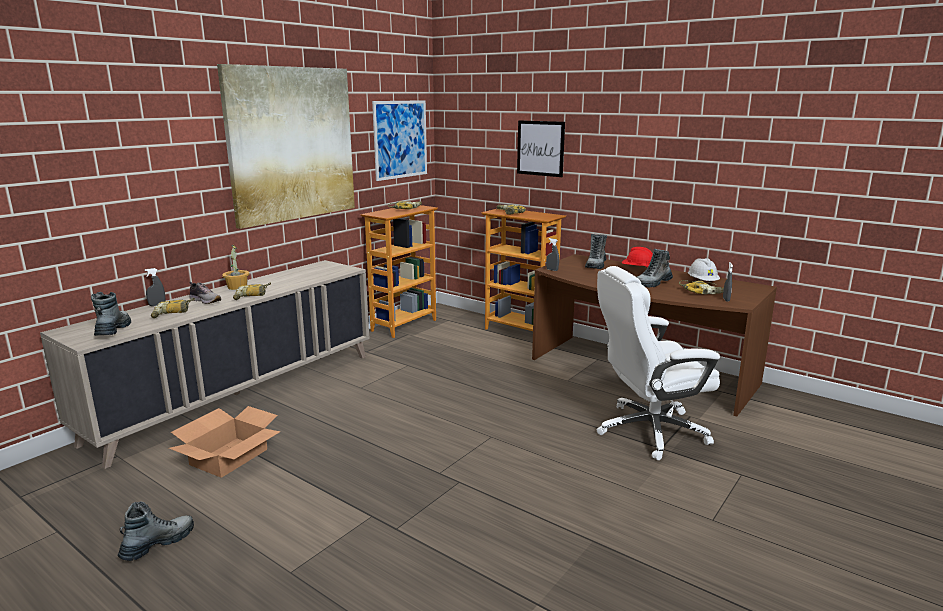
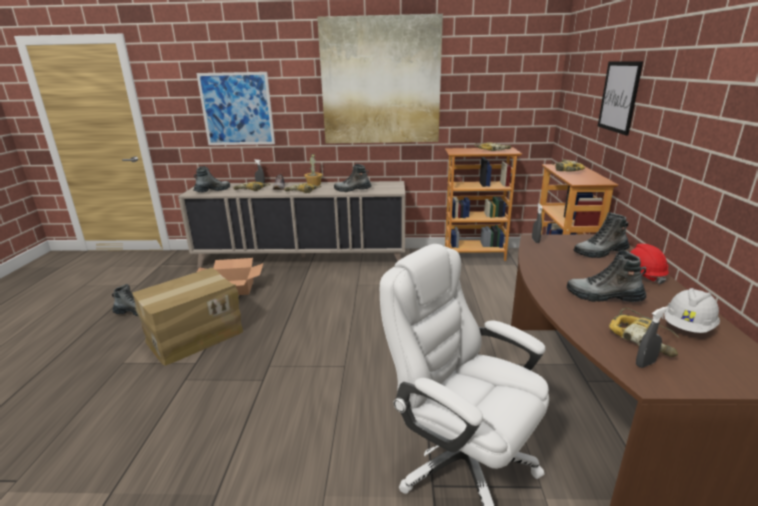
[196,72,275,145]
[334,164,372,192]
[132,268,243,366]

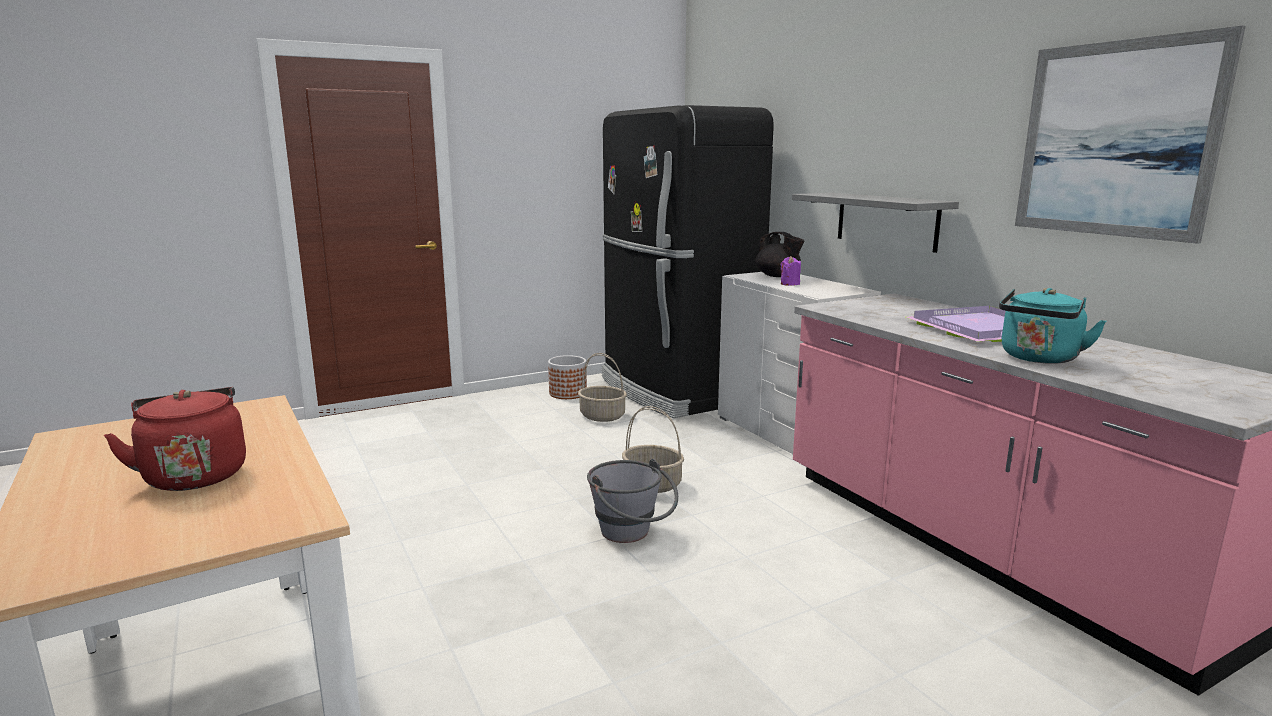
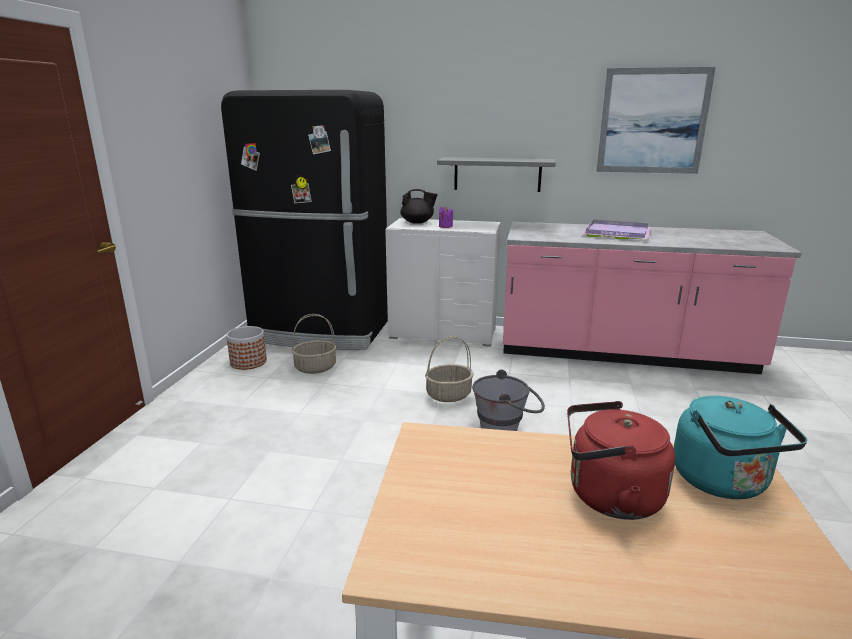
[674,396,807,499]

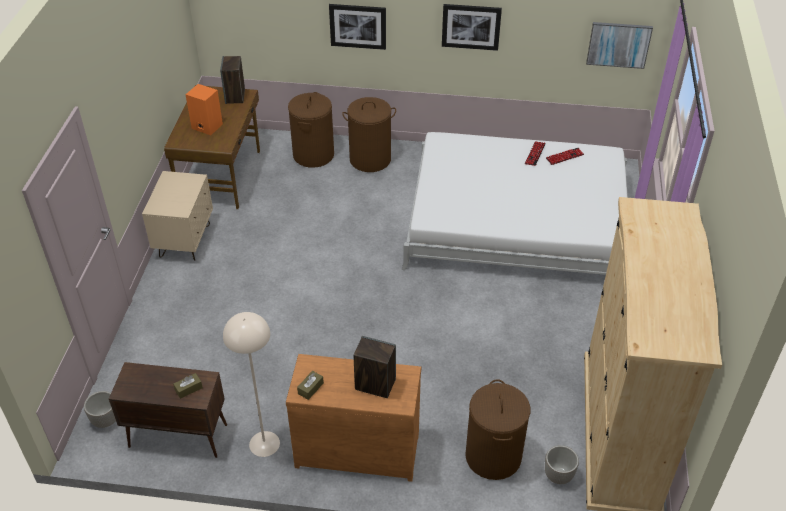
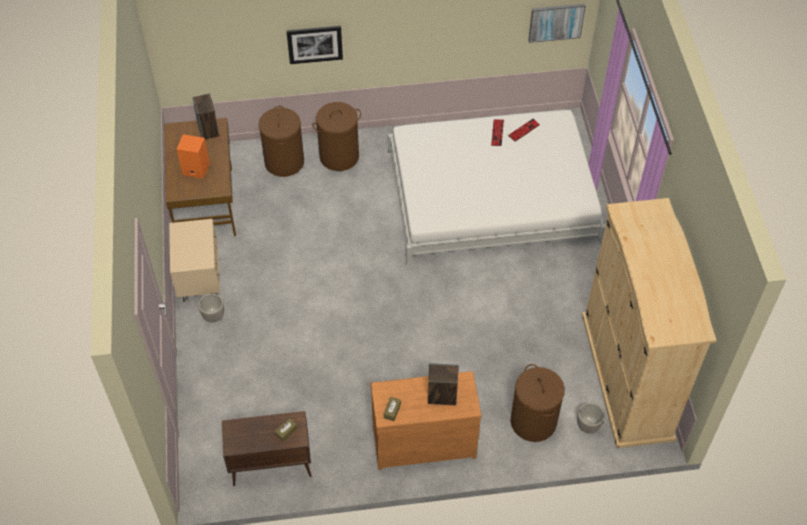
[442,4,502,51] (first image)
[223,312,280,457] (first image)
[198,294,224,323]

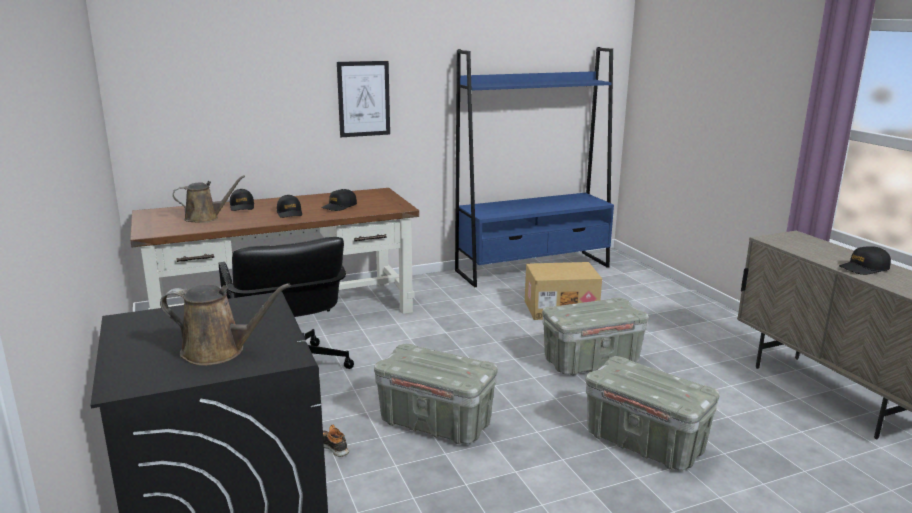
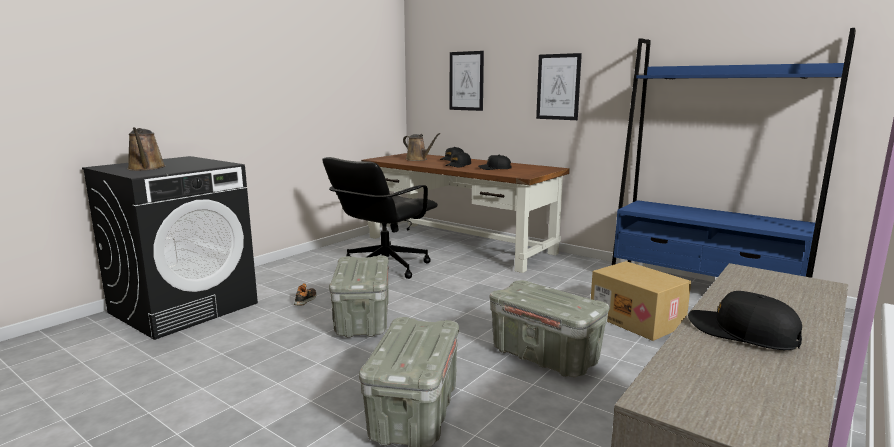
[450,51,484,111]

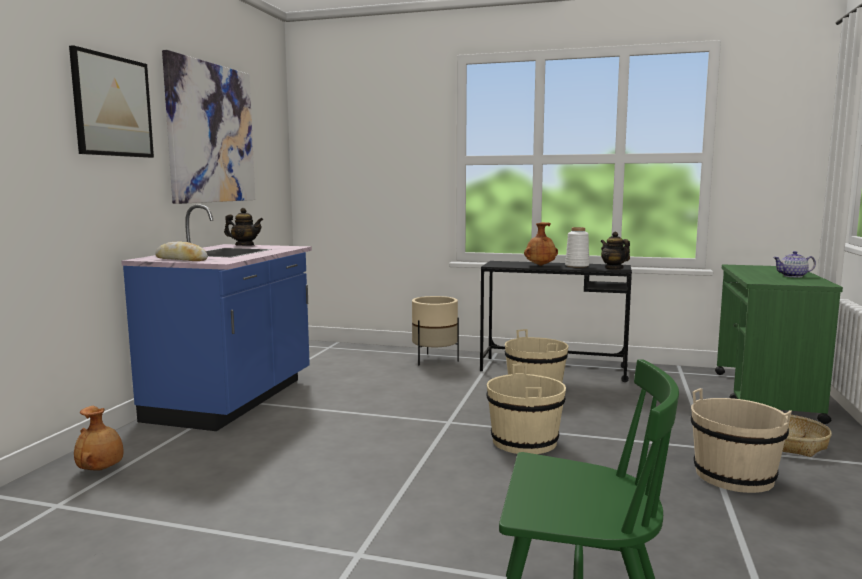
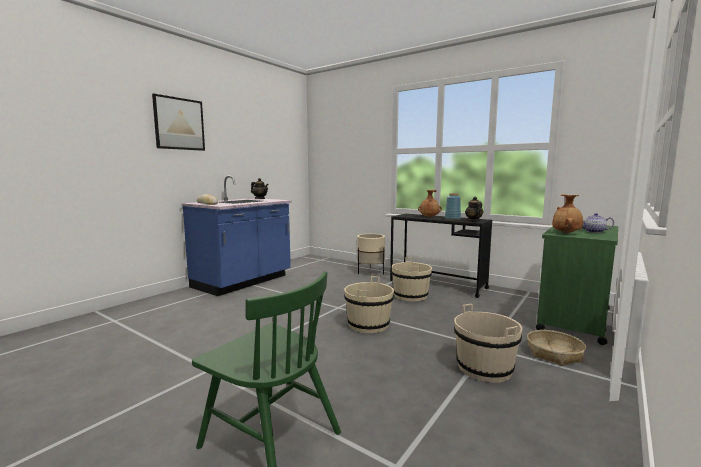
[162,50,255,204] (first image)
[445,193,461,220]
[552,194,583,234]

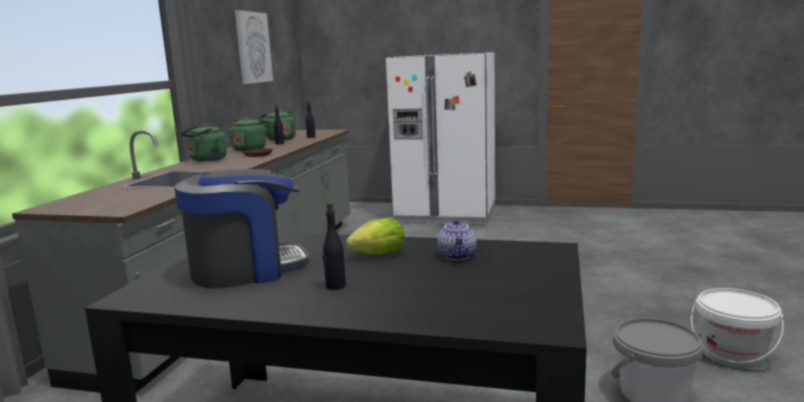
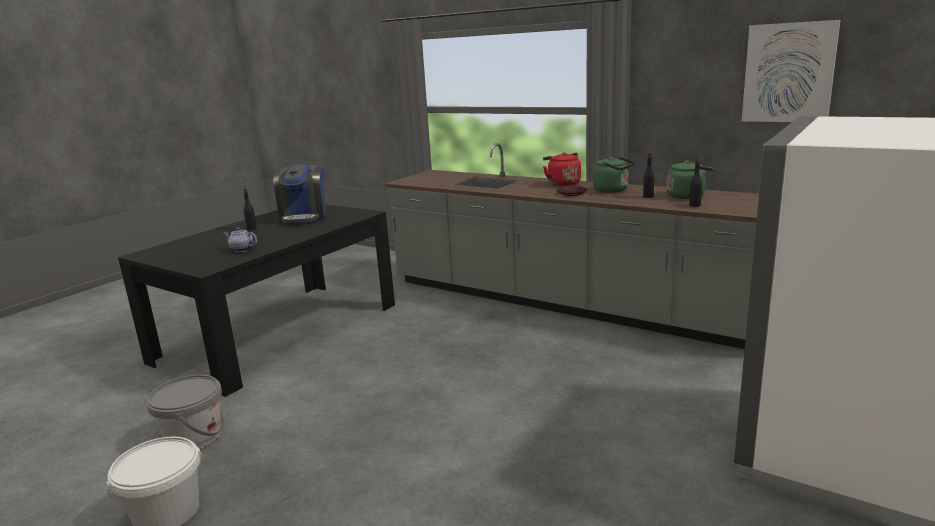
[543,152,581,186]
[346,217,404,254] (first image)

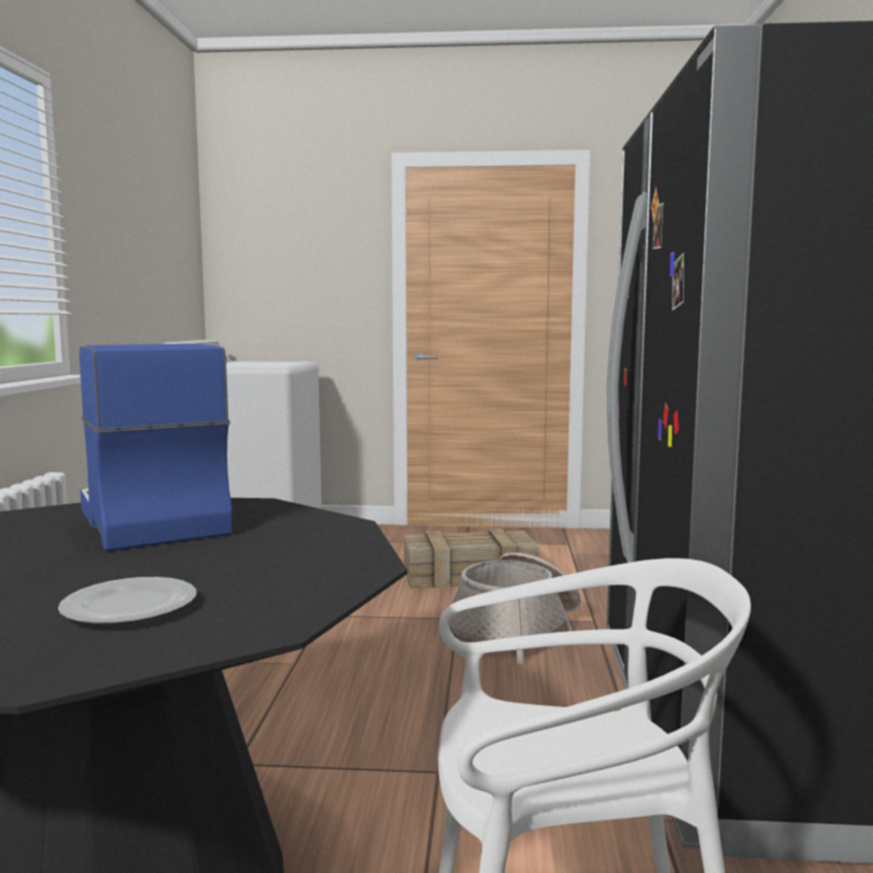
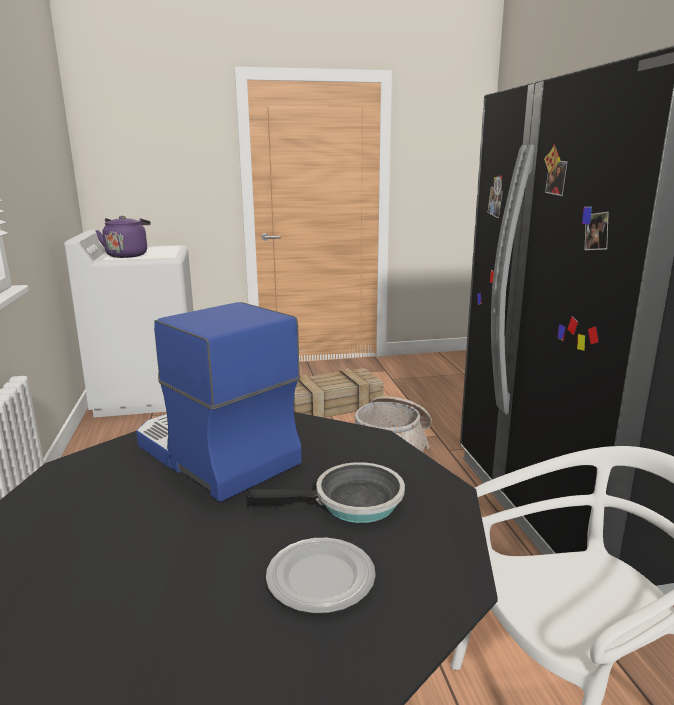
[95,216,151,258]
[247,462,405,523]

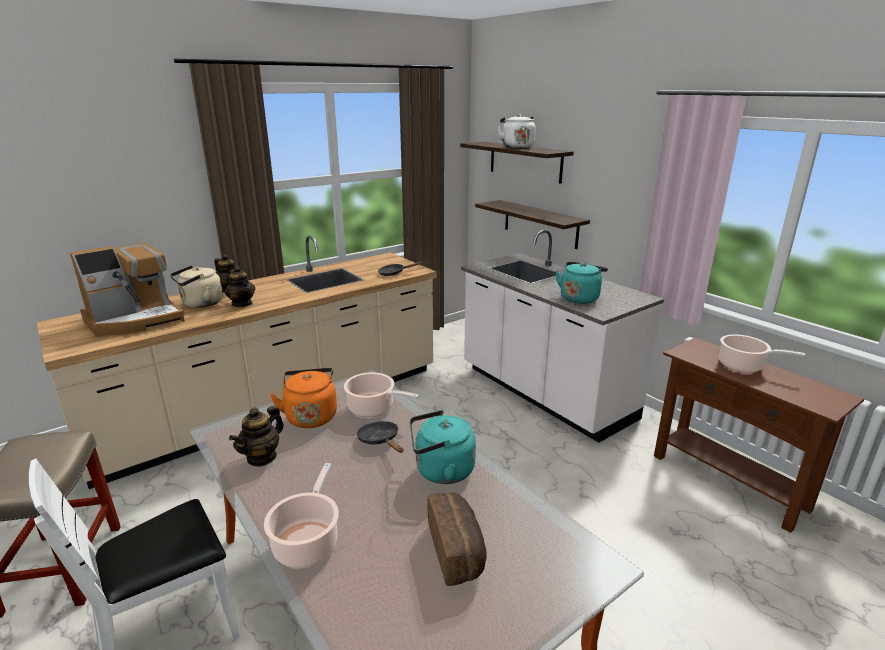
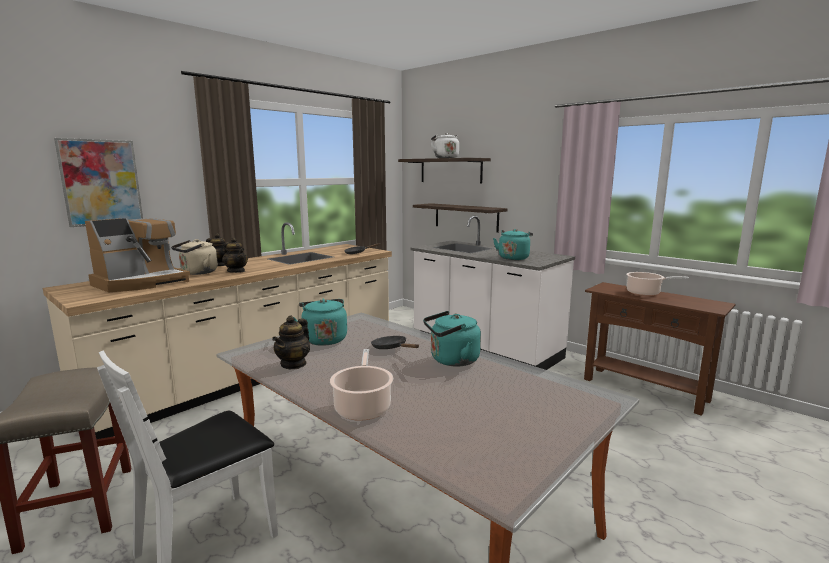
[293,299,347,346]
[344,372,419,417] (first image)
[428,493,487,586] (first image)
[54,138,143,227]

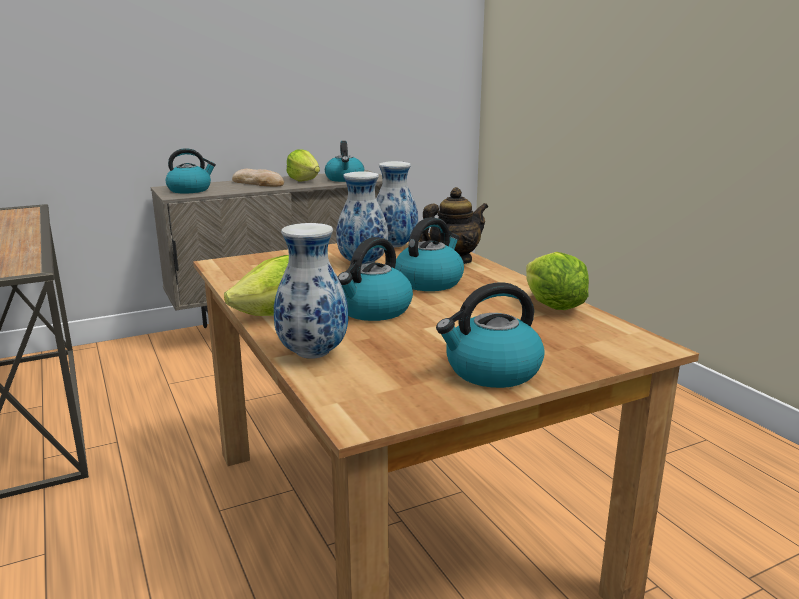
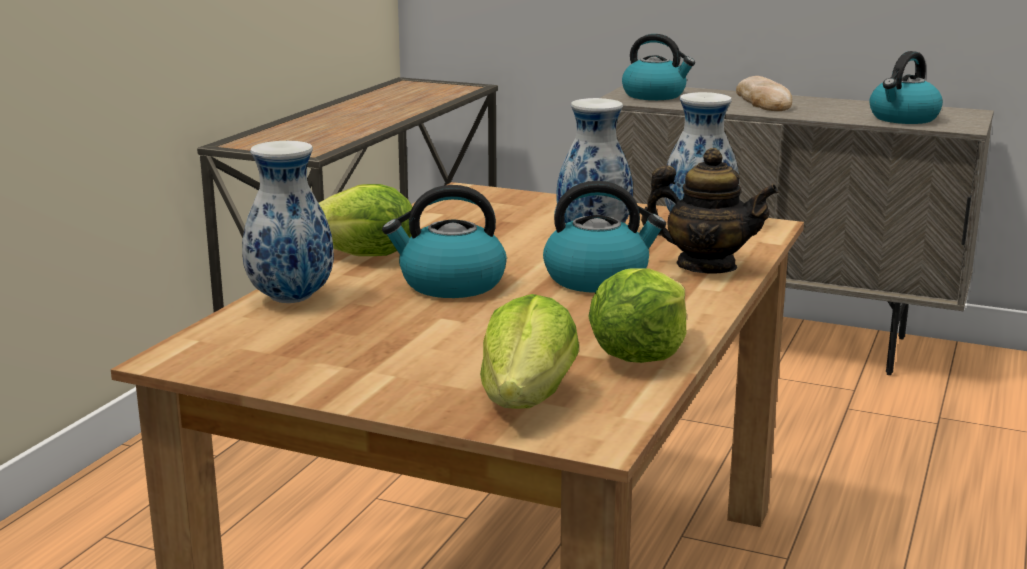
[480,294,579,409]
[436,282,545,388] (first image)

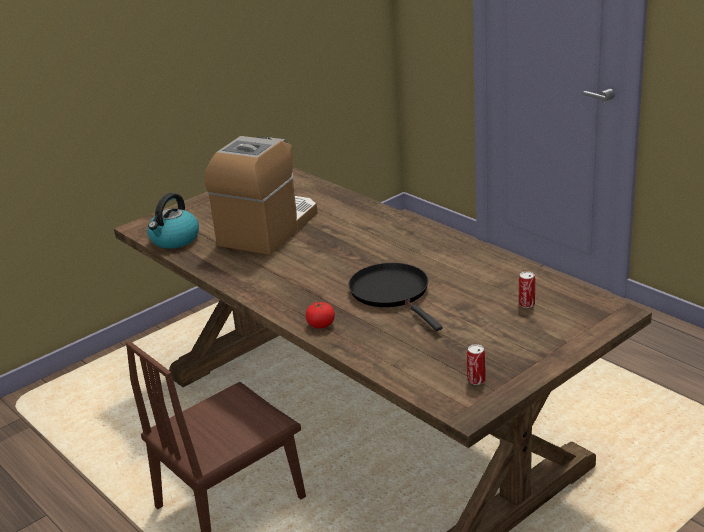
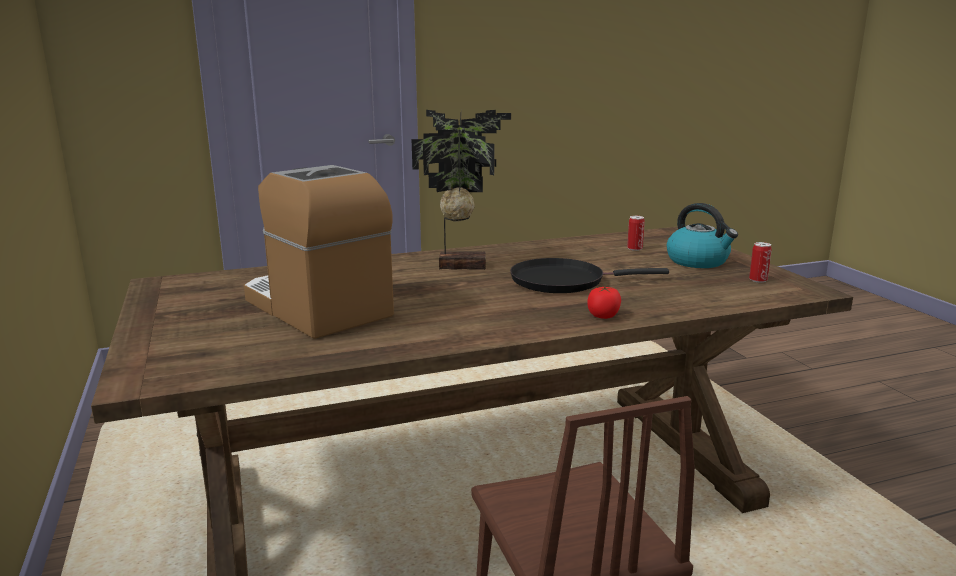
[667,203,738,268]
[412,110,511,270]

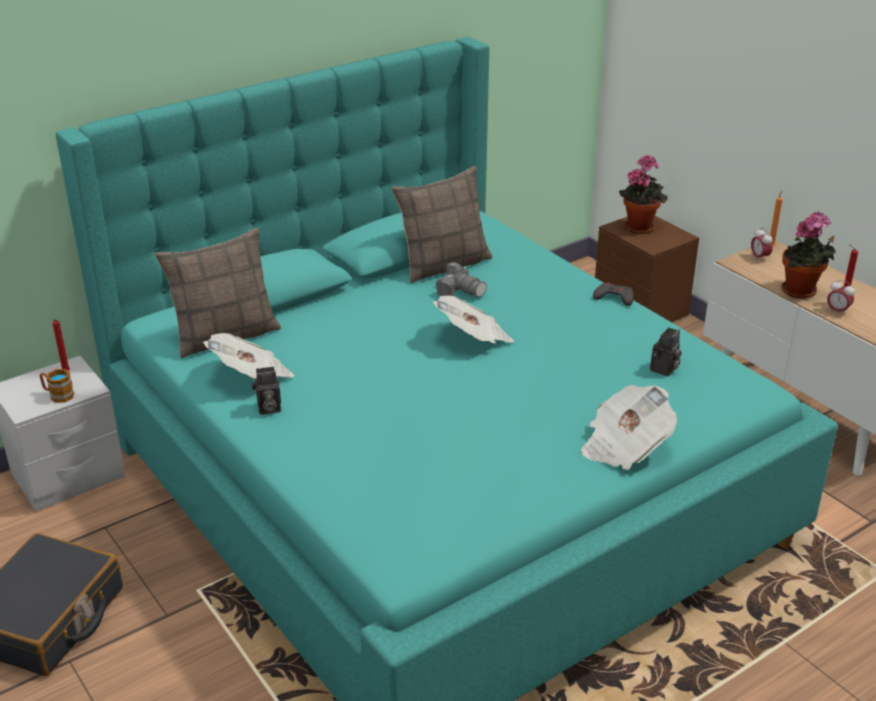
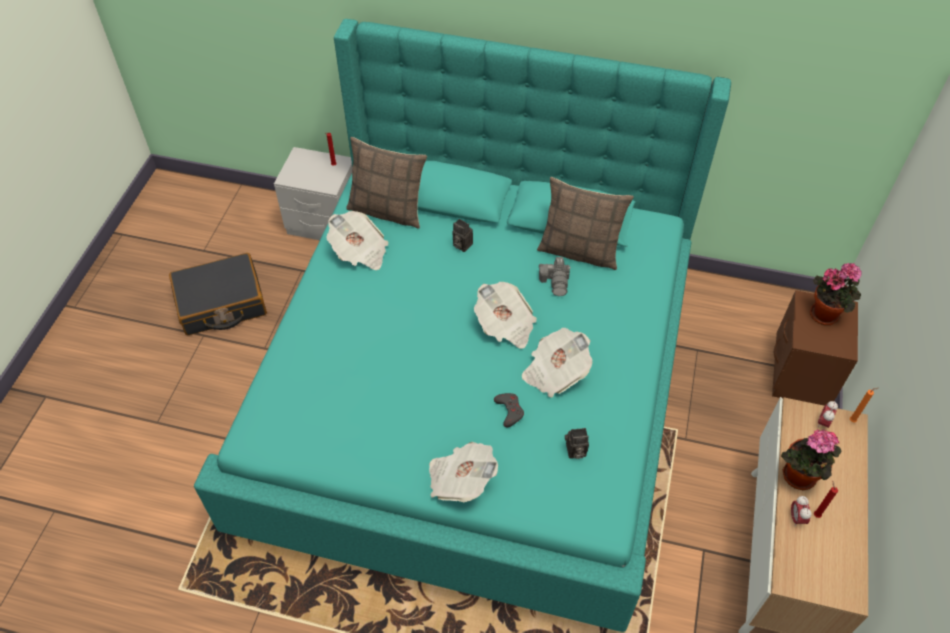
[494,393,524,427]
[452,219,473,252]
[40,369,74,403] (first image)
[522,328,593,398]

